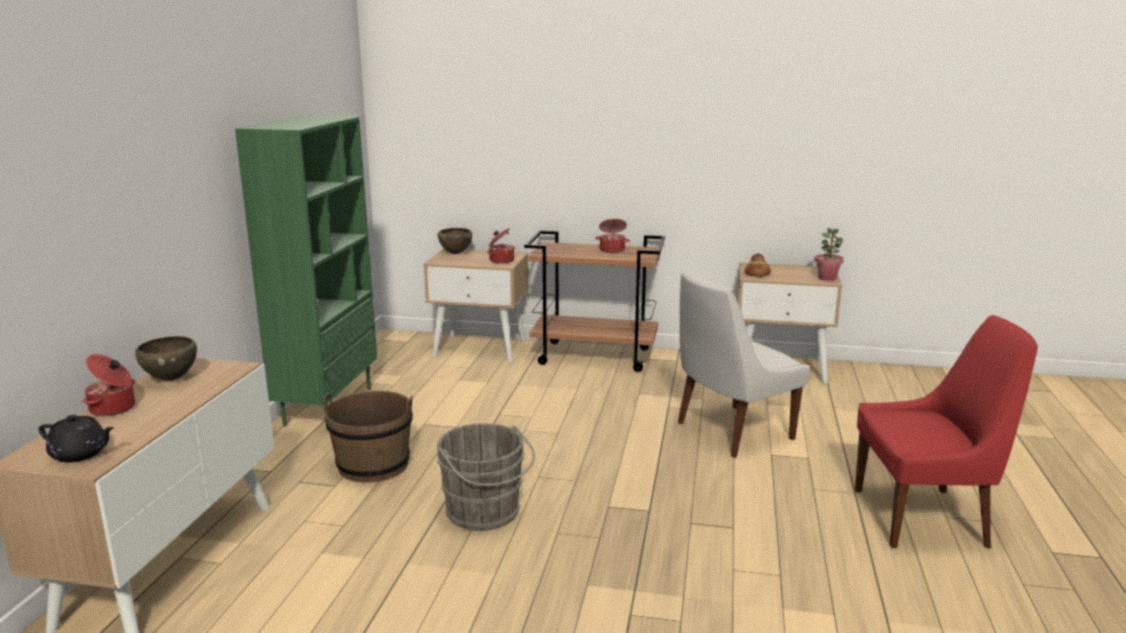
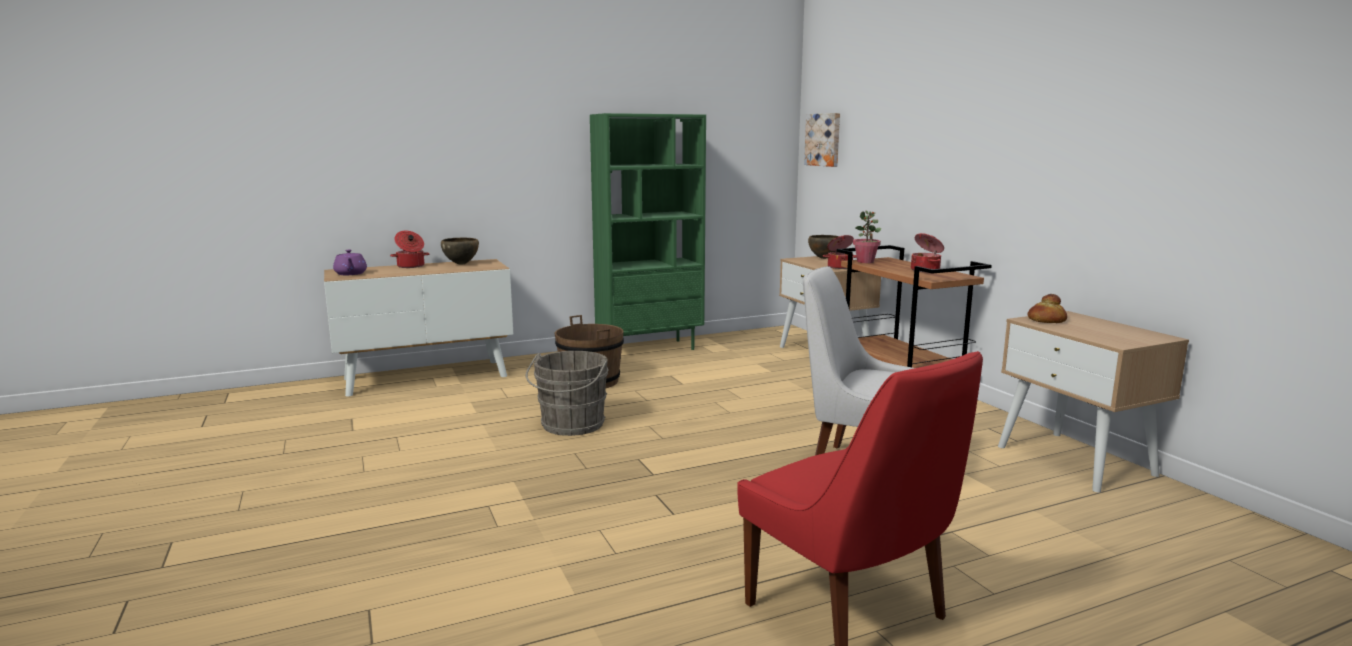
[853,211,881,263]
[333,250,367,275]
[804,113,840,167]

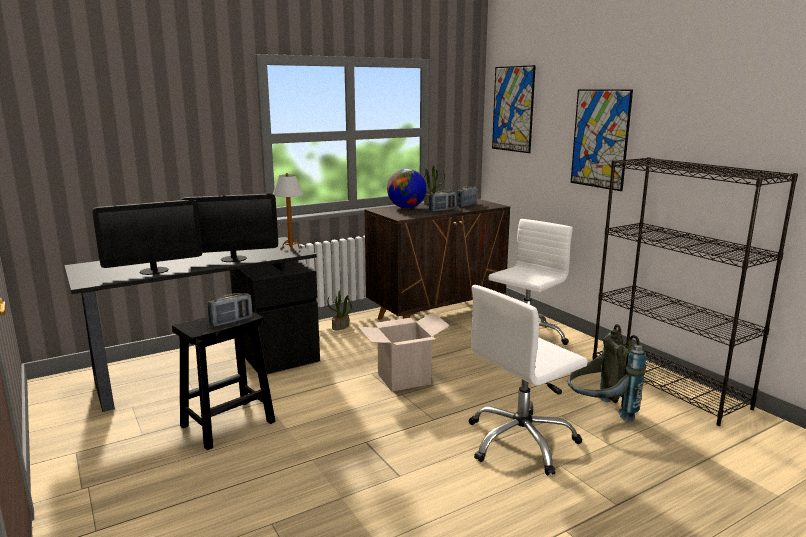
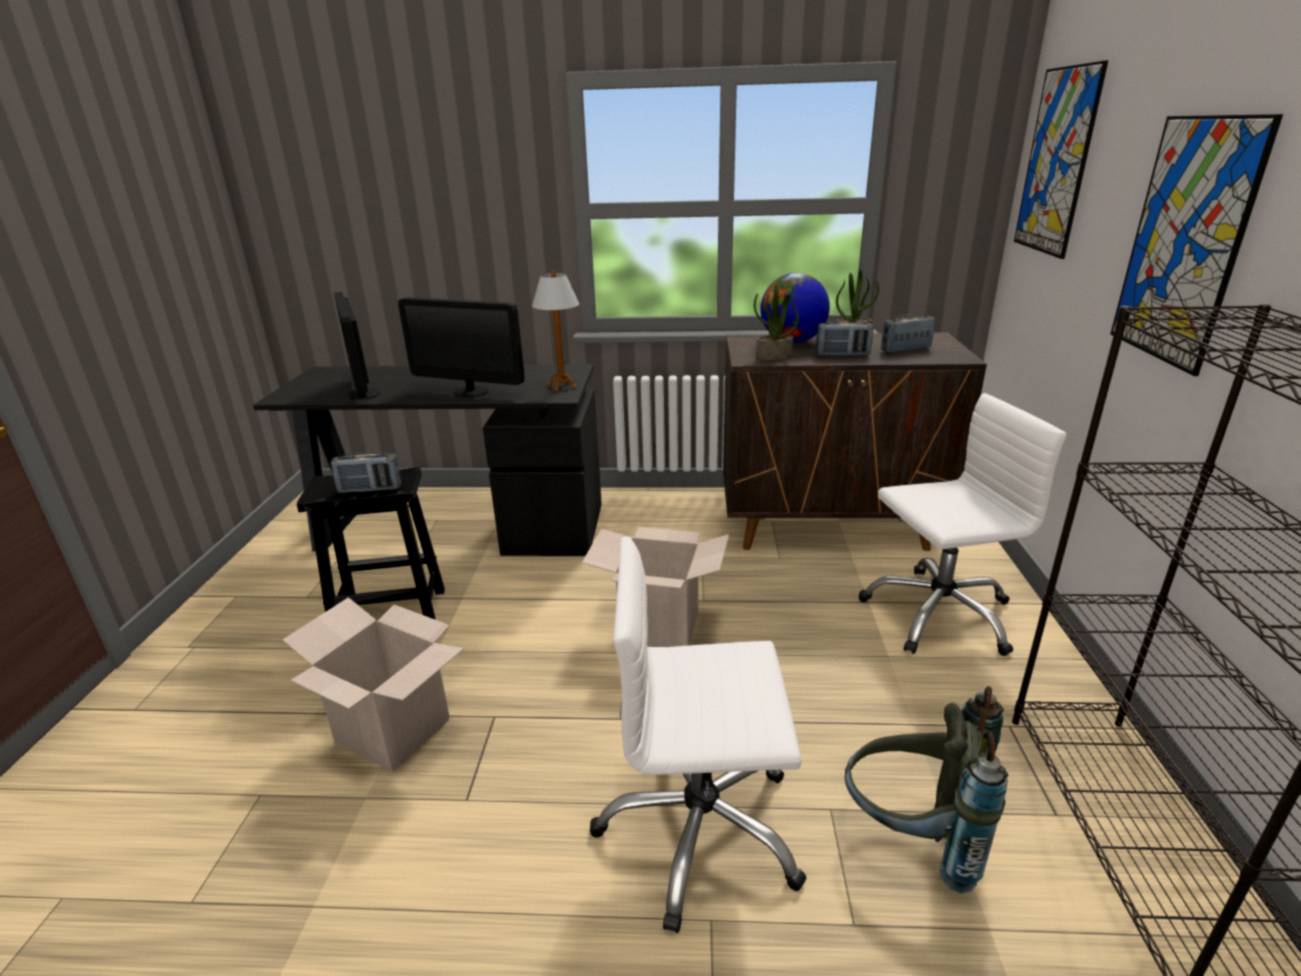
[334,292,381,400]
[754,285,799,361]
[283,597,464,772]

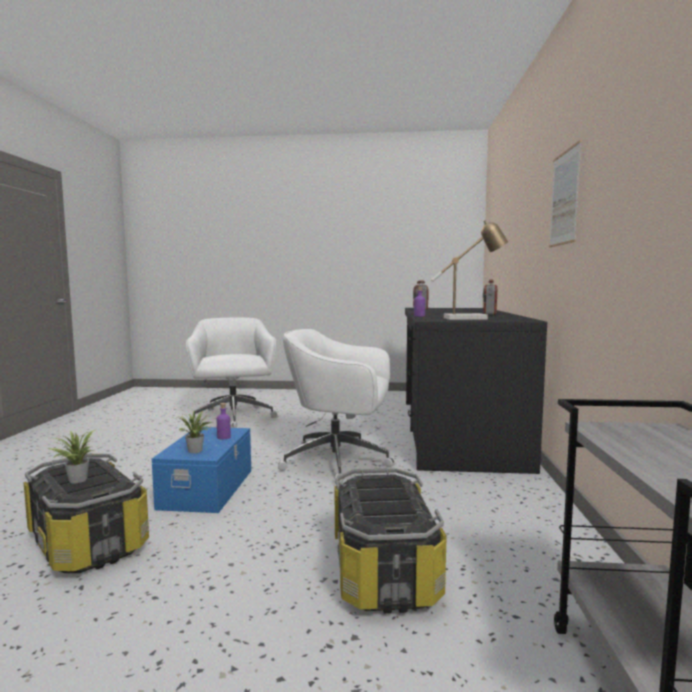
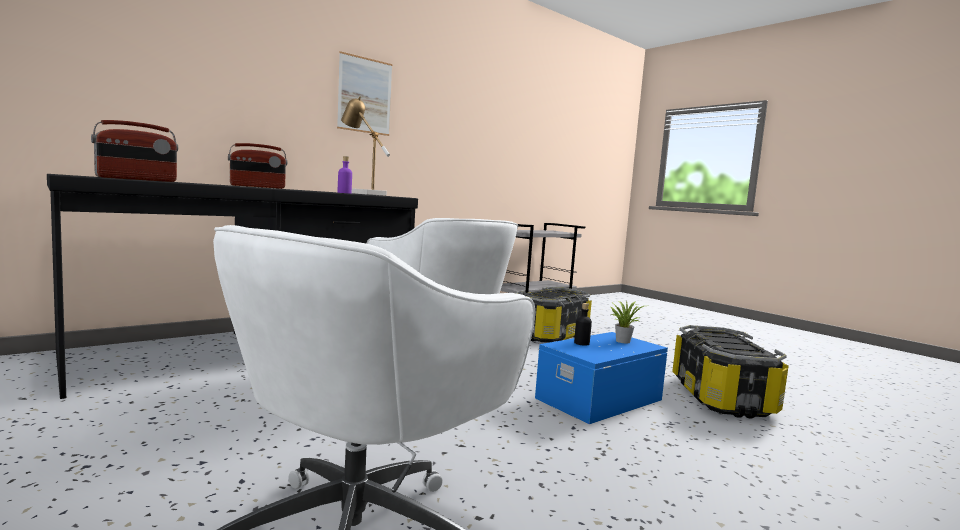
[574,303,592,346]
[47,429,97,484] (first image)

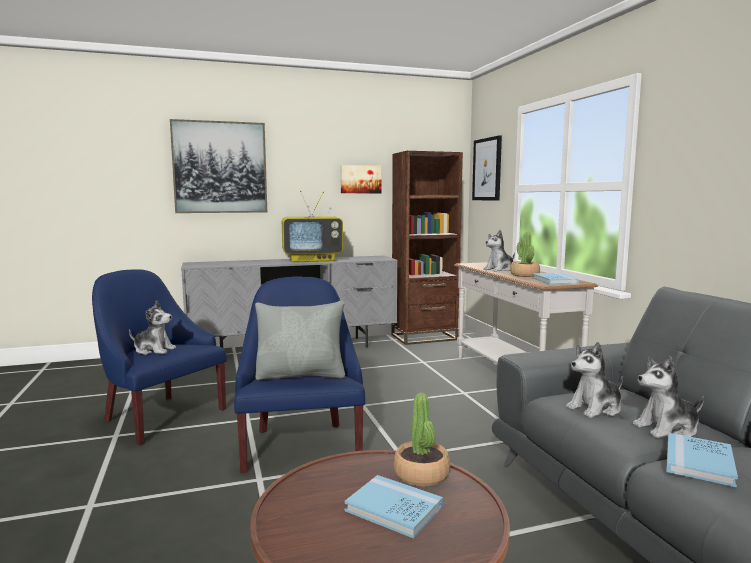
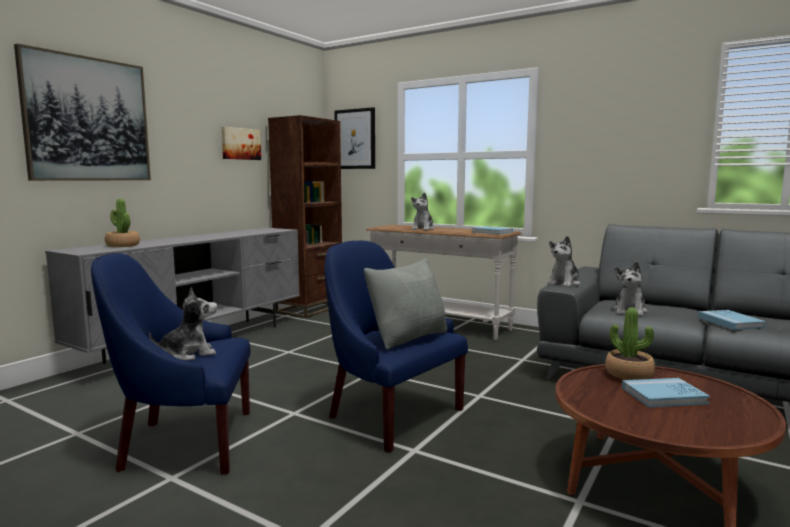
[282,191,343,262] (first image)
[105,199,140,247]
[548,236,581,287]

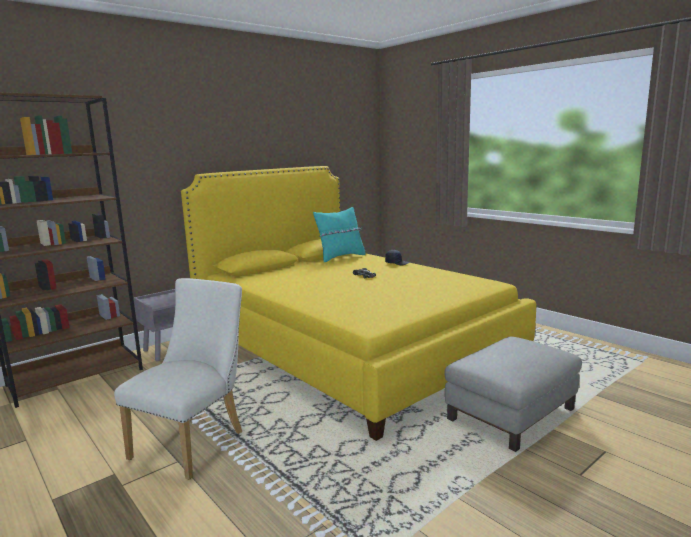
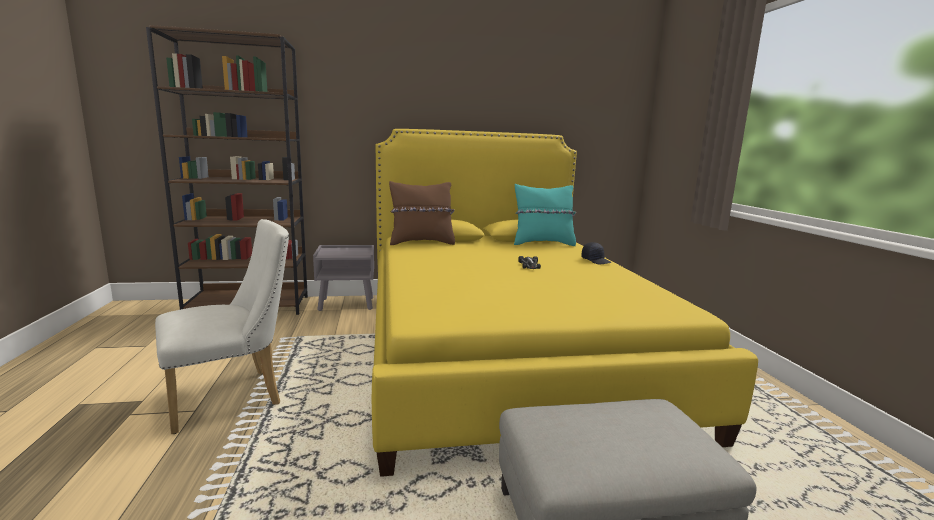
[389,181,455,245]

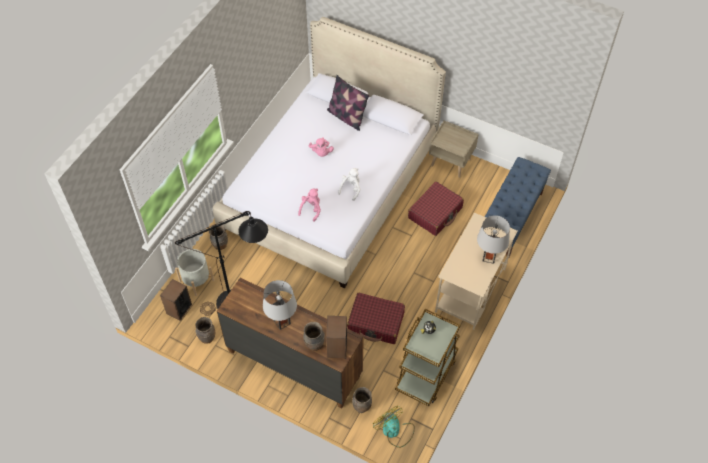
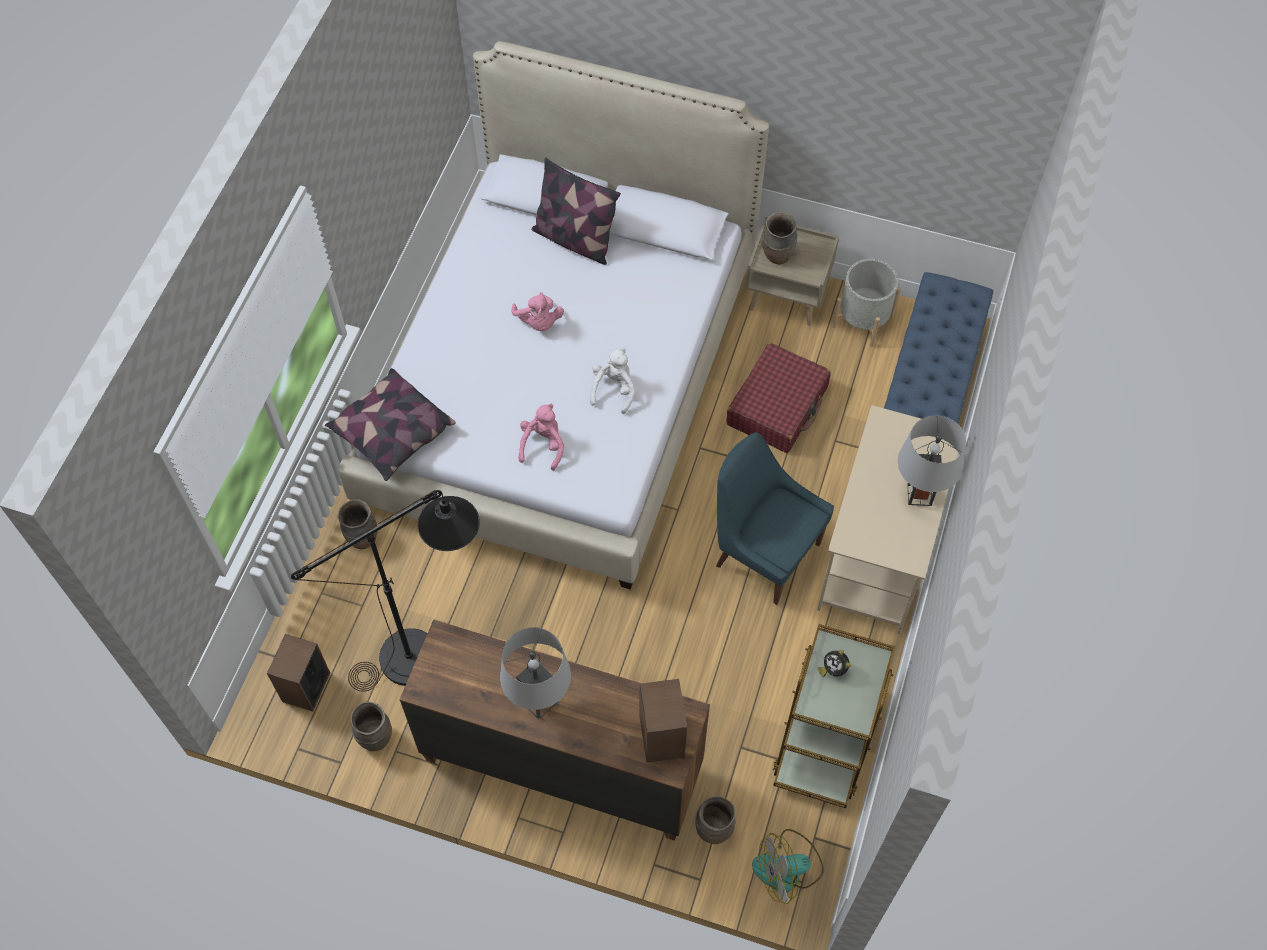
[832,259,901,347]
[347,292,405,344] (first image)
[762,212,797,264]
[752,829,824,904]
[325,368,456,481]
[716,432,834,605]

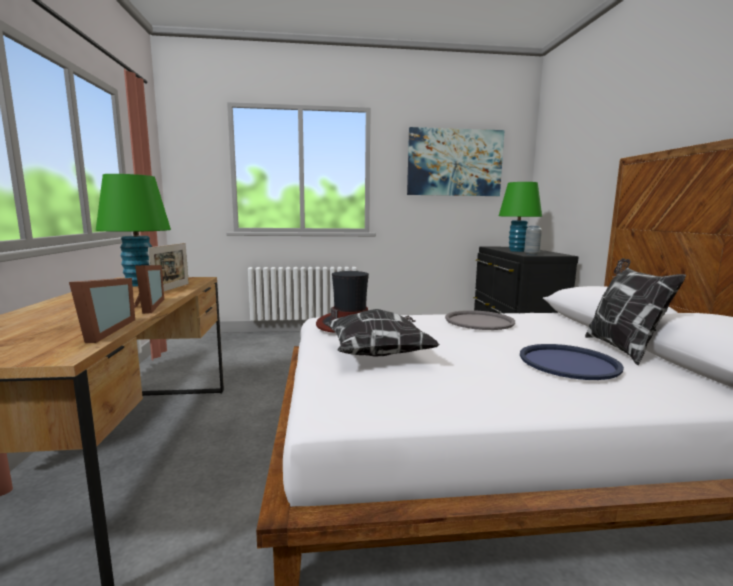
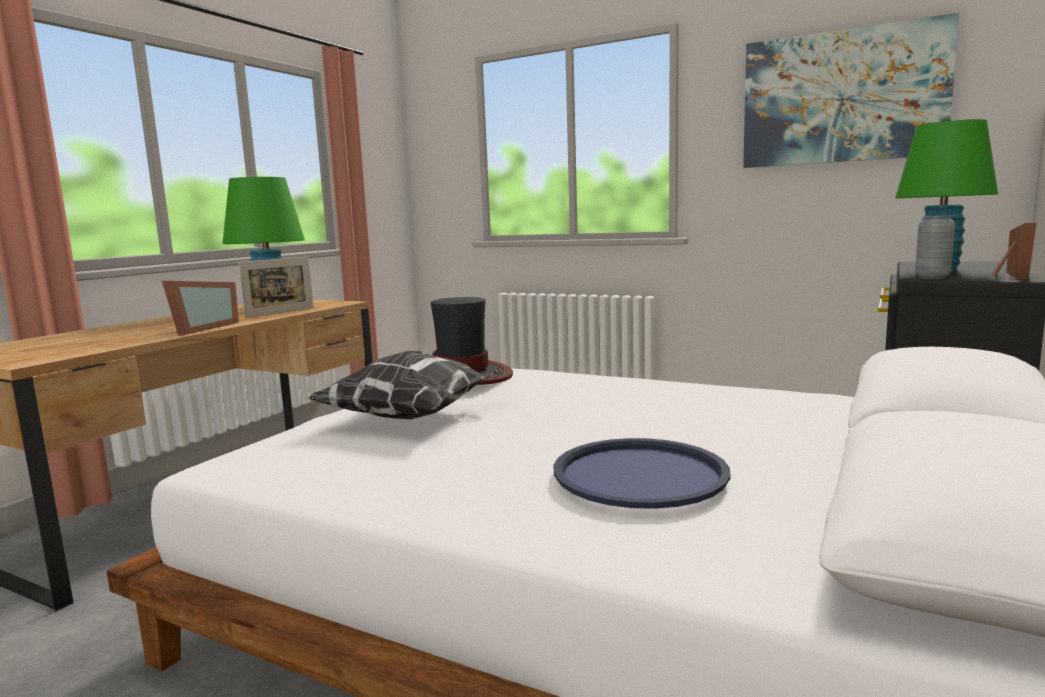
[585,258,686,365] (first image)
[991,223,1036,280]
[445,310,515,330] (first image)

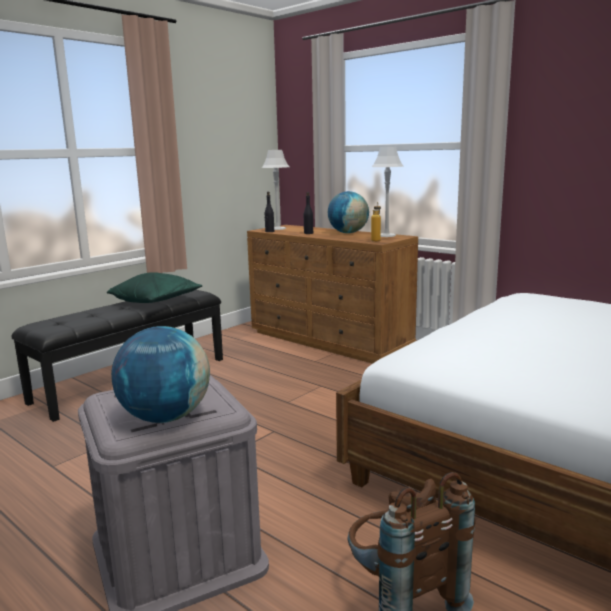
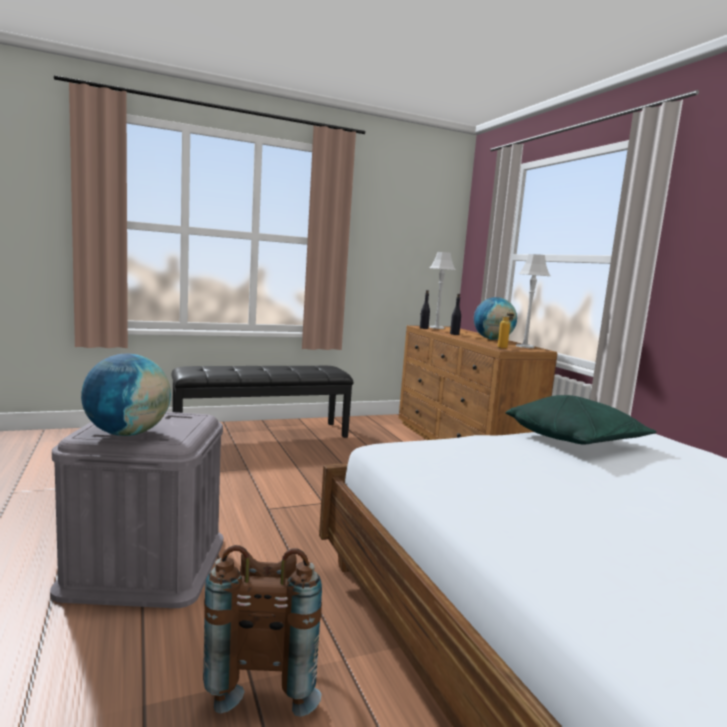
[506,395,656,445]

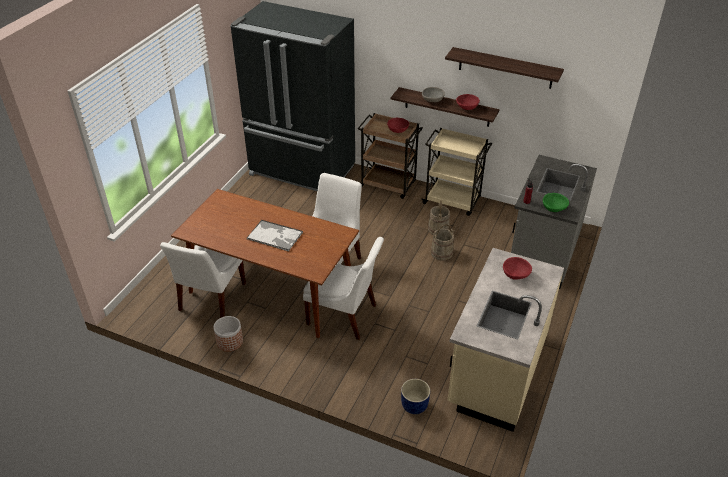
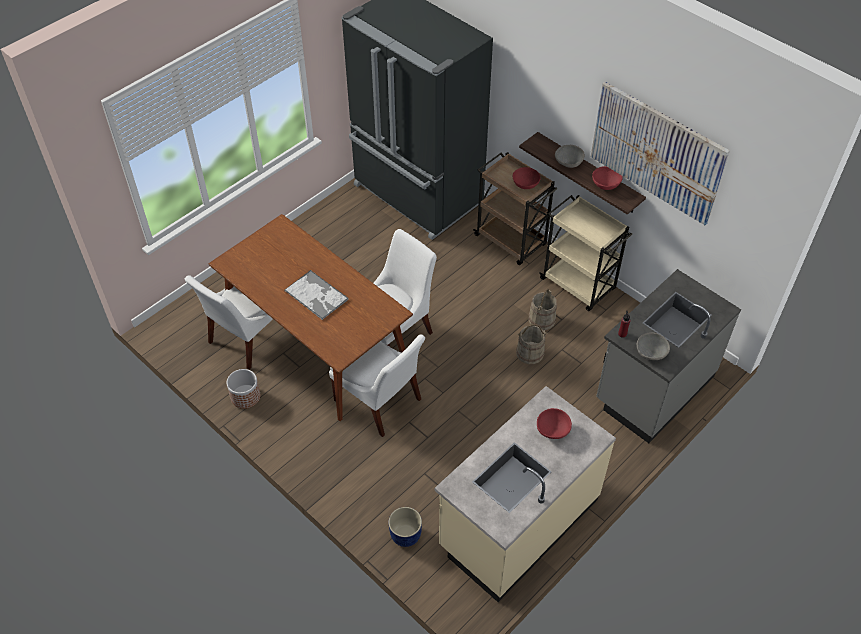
[591,82,730,225]
[637,333,670,360]

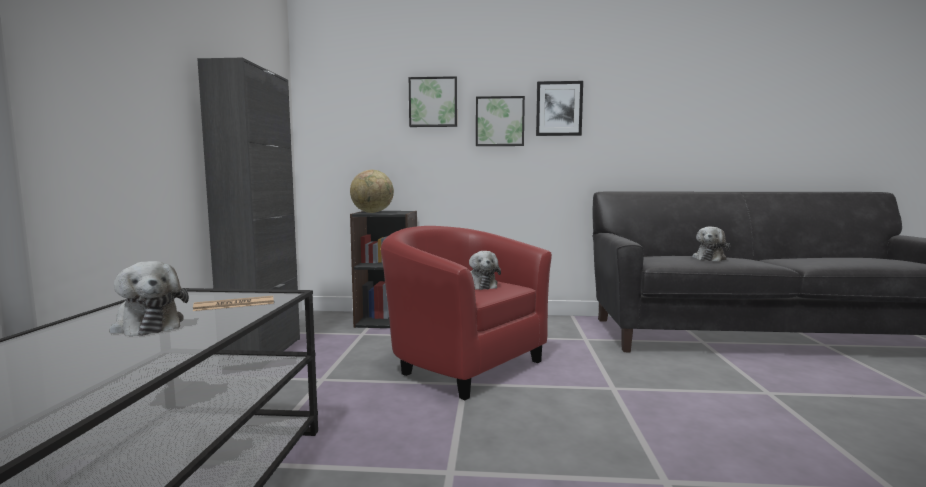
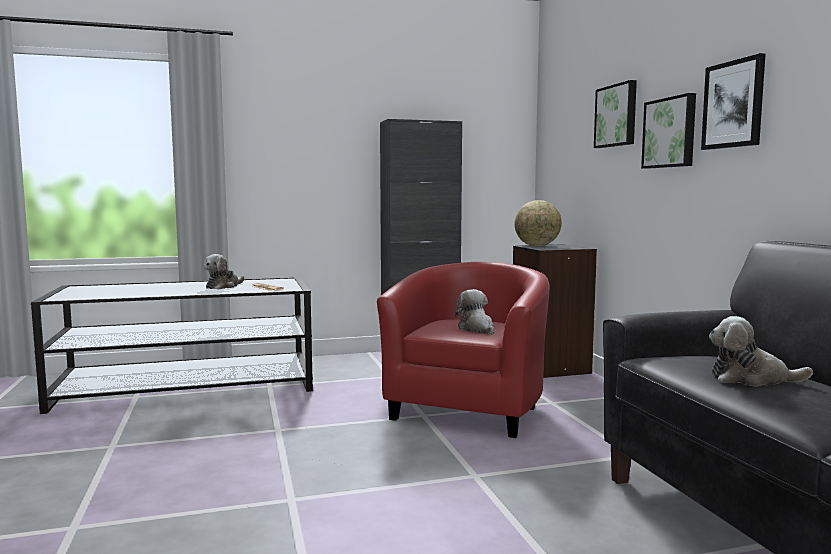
[455,289,495,335]

